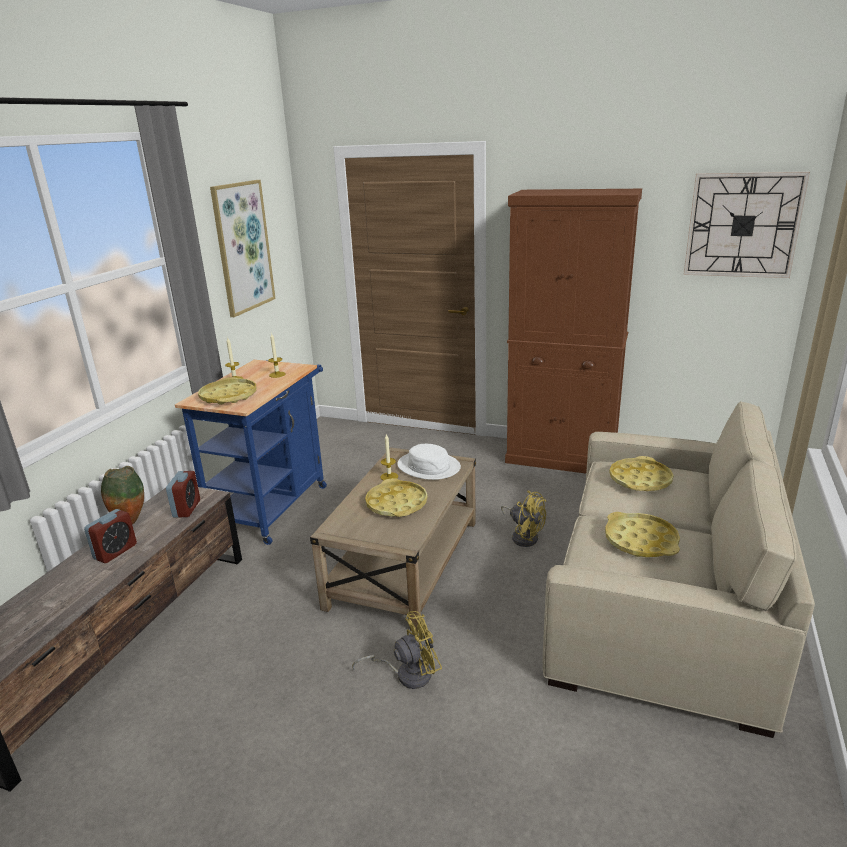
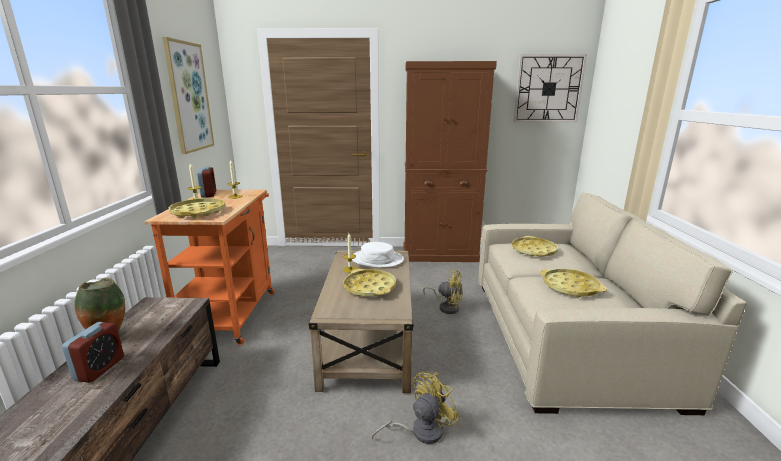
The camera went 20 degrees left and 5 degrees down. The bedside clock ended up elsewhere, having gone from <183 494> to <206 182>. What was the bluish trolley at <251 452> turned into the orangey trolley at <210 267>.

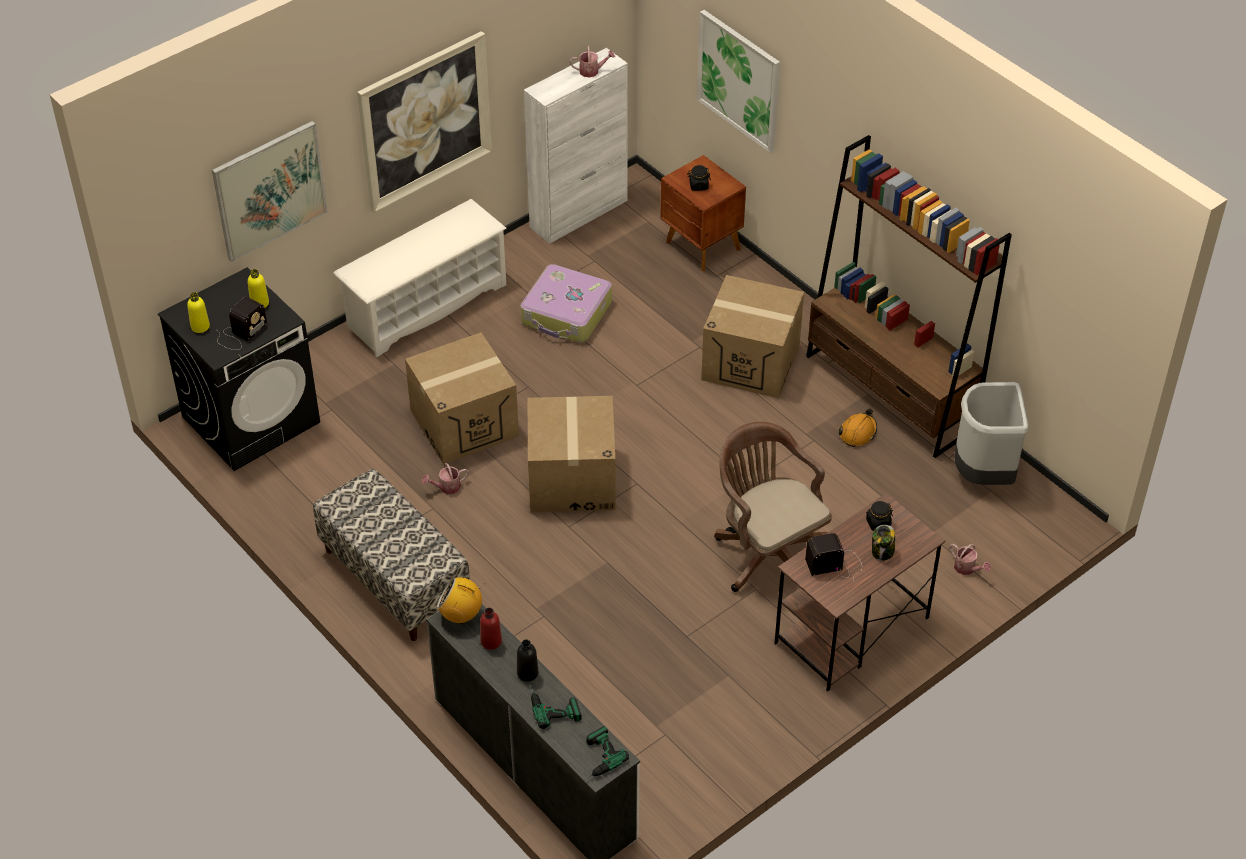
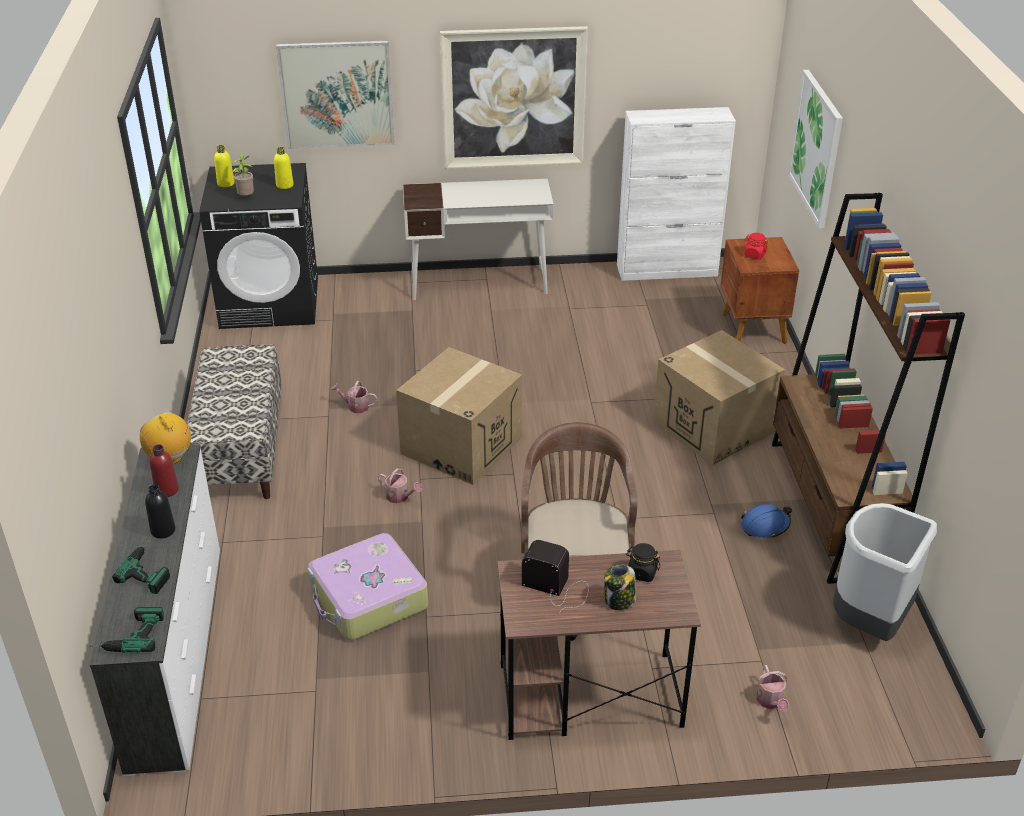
The camera went 35 degrees right and 10 degrees down. Where the radio receiver stood at <242 323>, the houseplant came to stand at <243 175>. Where the whitish shoe stand stood at <420 278>, the whitish desk table came to stand at <478 239>. The second view lost the carton at <462 398>. The travel case ended up elsewhere, having gone from <566 303> to <368 586>. The watering pot ended up elsewhere, having gone from <592 62> to <400 486>. What was the black-coloured jar at <699 178> turned into the reddish jar at <756 246>. What was the orangey safety helmet at <858 427> turned into the bluish safety helmet at <766 521>.

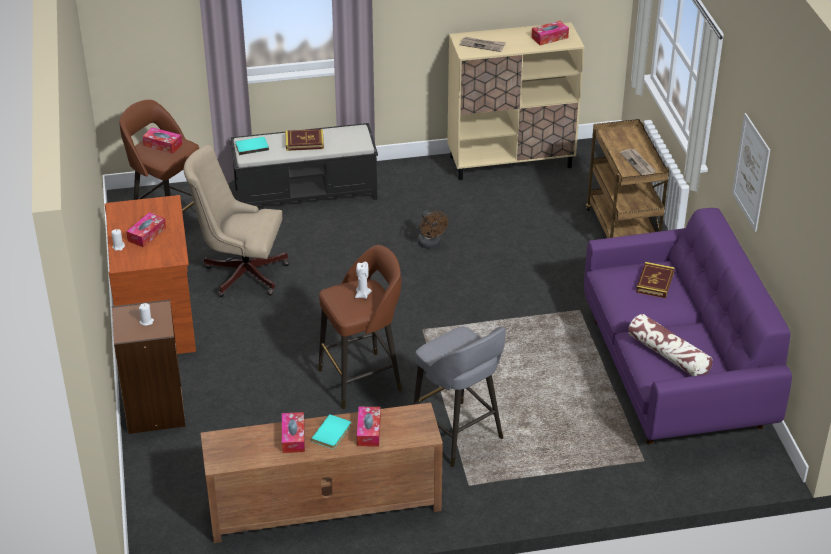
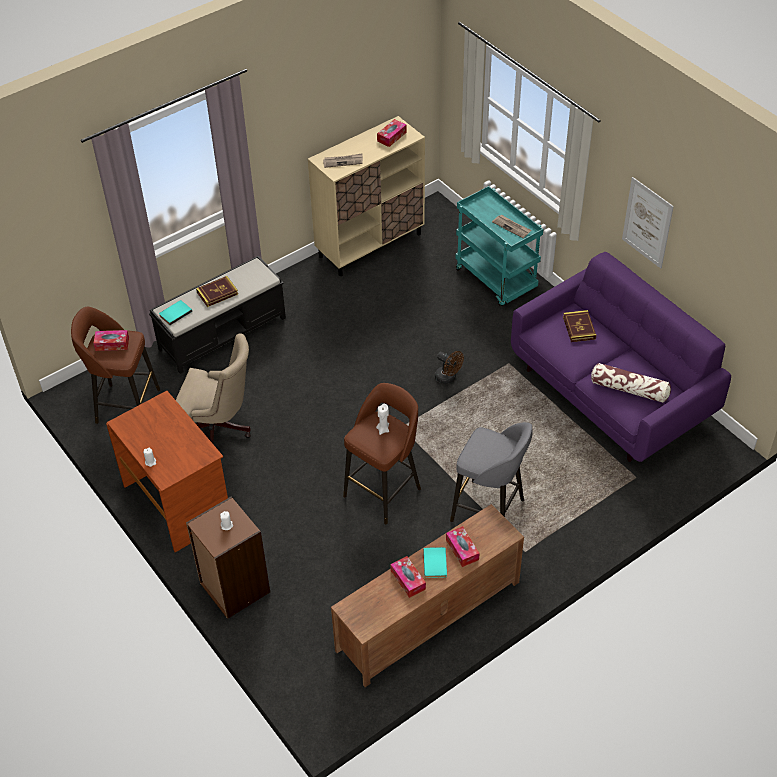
The camera went 25 degrees left and 10 degrees up. The second view lost the tissue box at <146 229>. The beige computer chair at <236 221> ended up facing another way, 150 degrees counterclockwise from before. The brownish electric fan ended up elsewhere, having gone from <433 229> to <449 367>. What was the brownish trolley at <627 178> turned into the turquoise trolley at <499 246>.

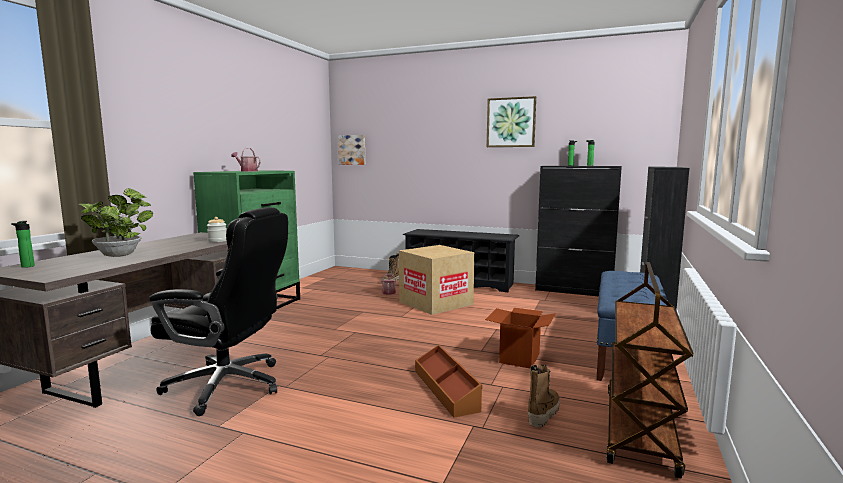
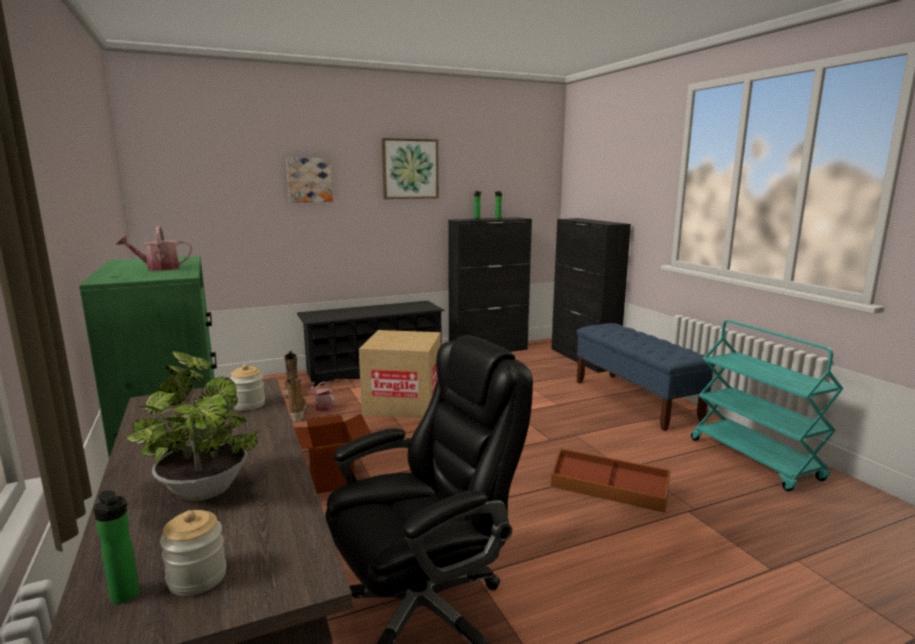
The camera went 45 degrees left and 5 degrees up. The picture ended up elsewhere, having gone from <351 150> to <309 180>. The carton ended up elsewhere, having gone from <520 338> to <332 454>. The tall boot ended up elsewhere, having gone from <543 396> to <296 400>. What was the brownish trolley at <649 370> turned into the turquoise trolley at <767 405>. The second view gained the jar at <193 553>.

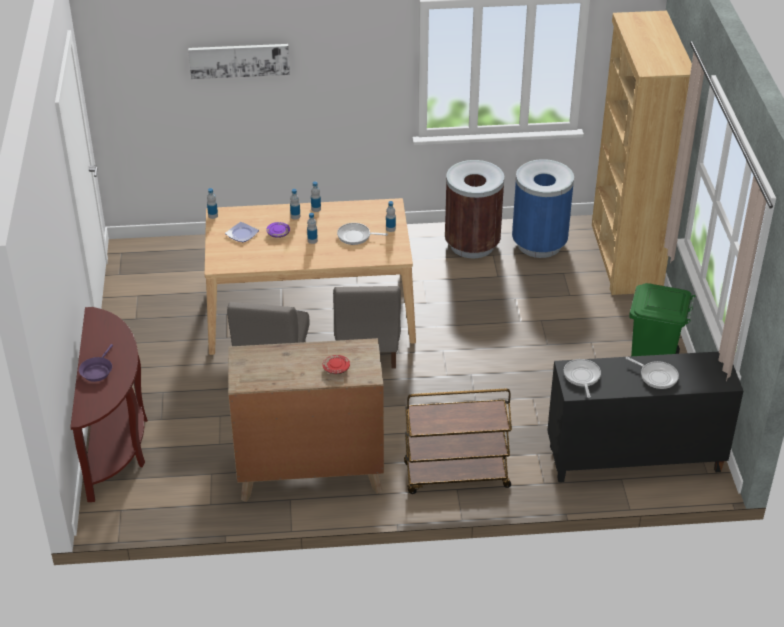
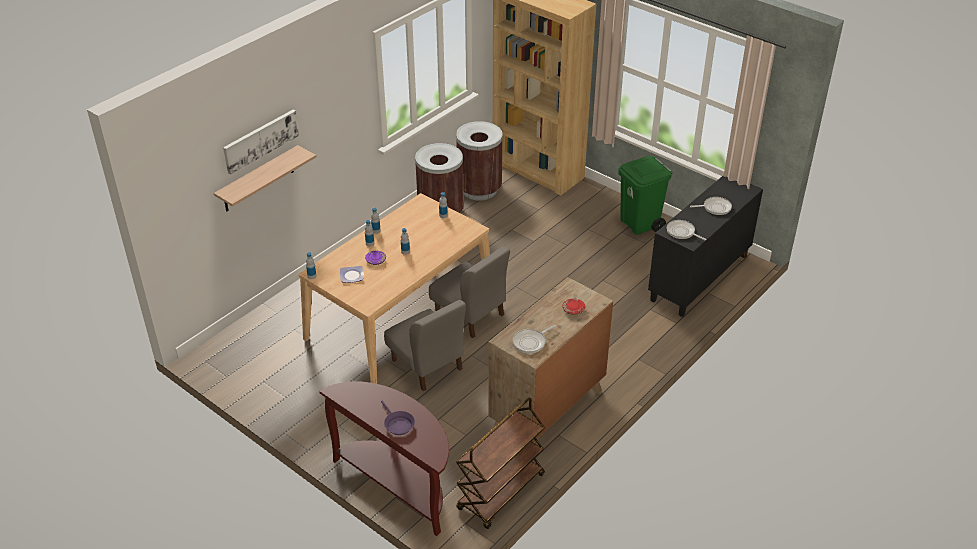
The camera went 45 degrees left and 0 degrees up. The pan ended up elsewhere, having gone from <362 234> to <534 339>. The brownish trolley ended up elsewhere, having gone from <458 441> to <500 463>. What was the bluish rubbish bin at <543 208> turned into the brownish rubbish bin at <479 161>. The second view gained the wall shelf at <265 178>.

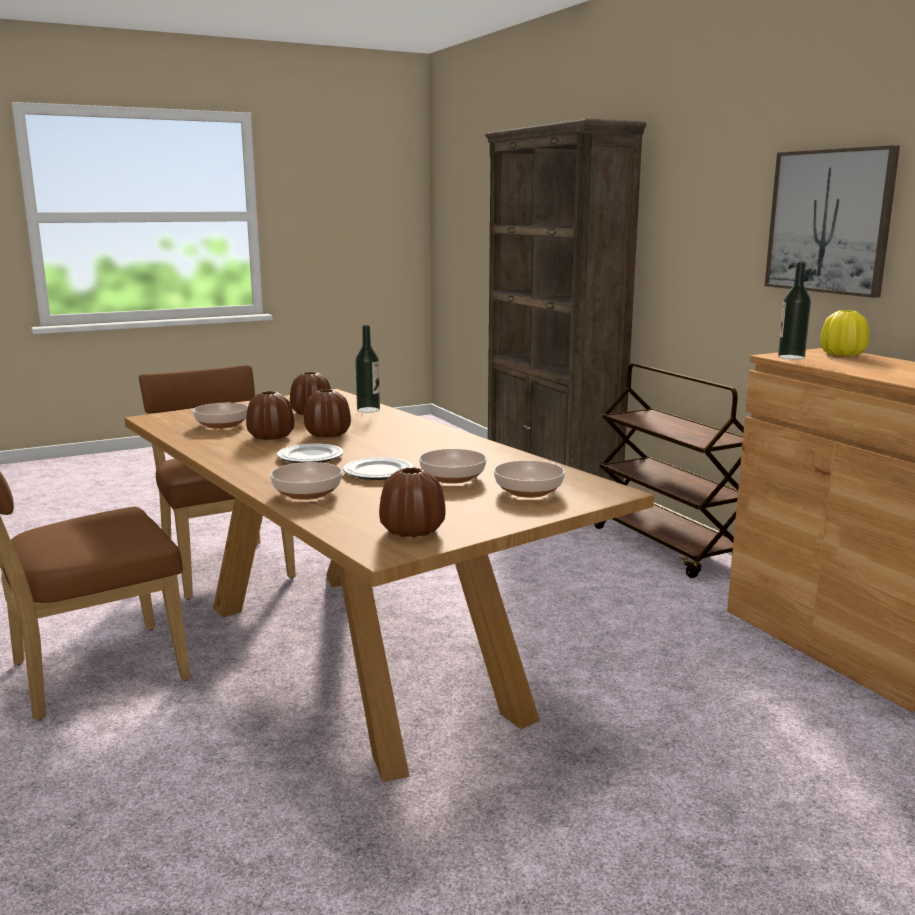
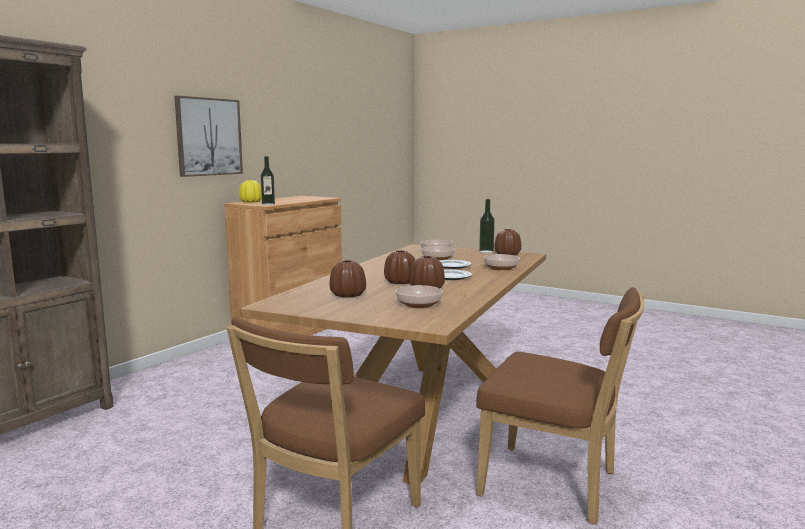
The camera went 120 degrees left and 5 degrees down. The bottle ended up elsewhere, having gone from <367 369> to <487 226>. The second view lost the brownish trolley at <669 470>.

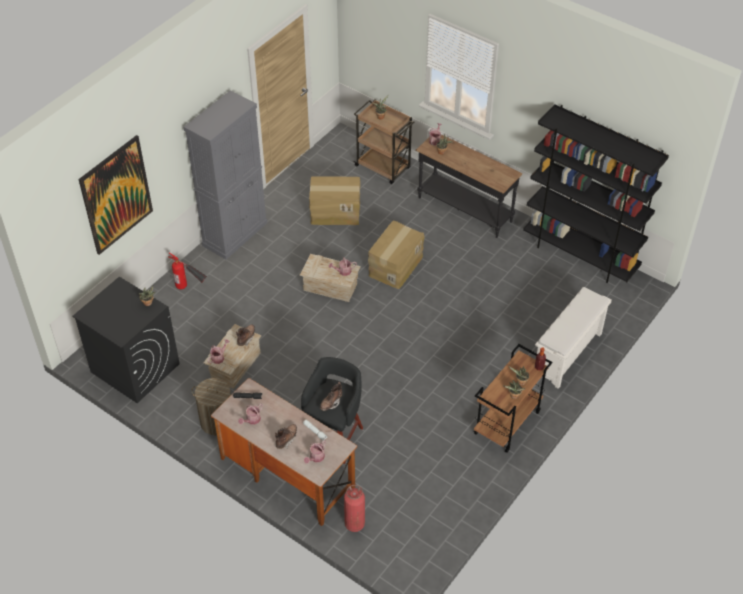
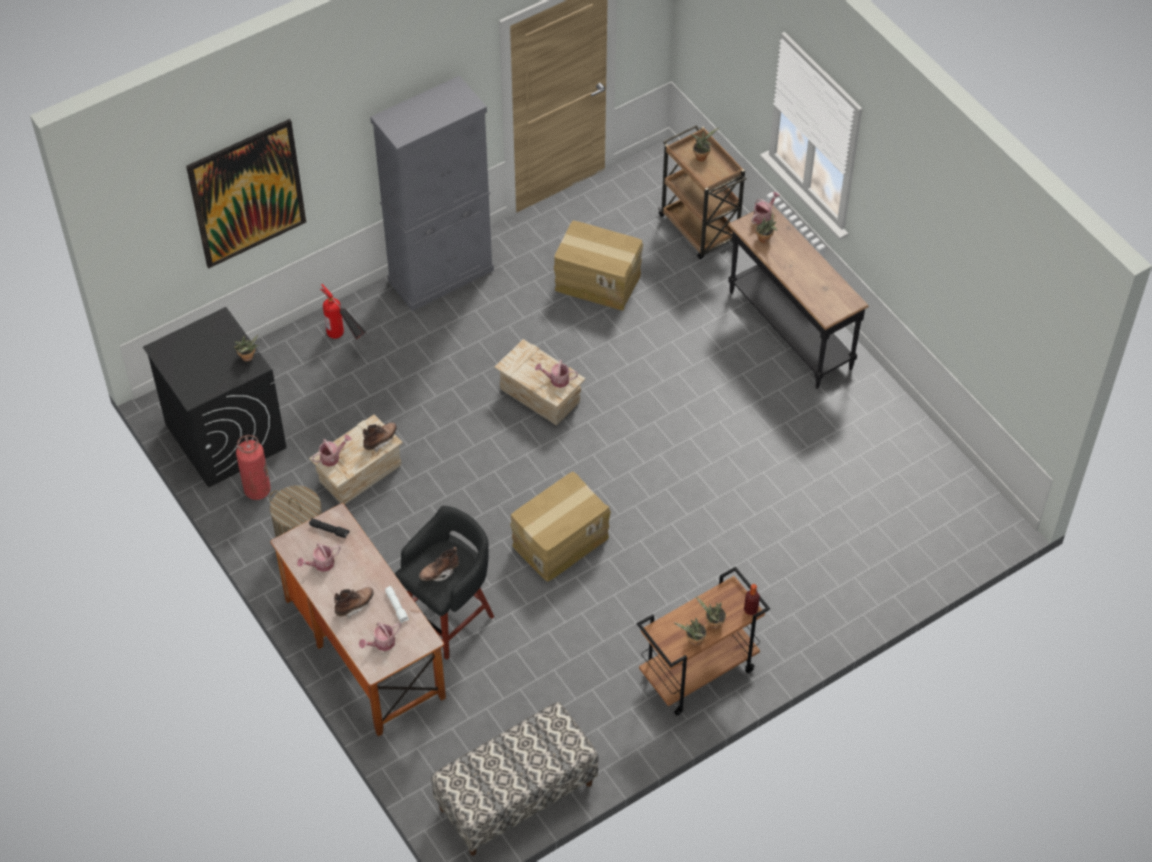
The camera went 20 degrees right and 5 degrees up. The extinguisher ended up elsewhere, having gone from <354 508> to <253 467>. The carton ended up elsewhere, having gone from <396 255> to <560 526>. The second view lost the black-coloured bookshelf at <596 193>. The second view lost the whitish shoe stand at <573 338>. The second view gained the long seat at <514 779>.

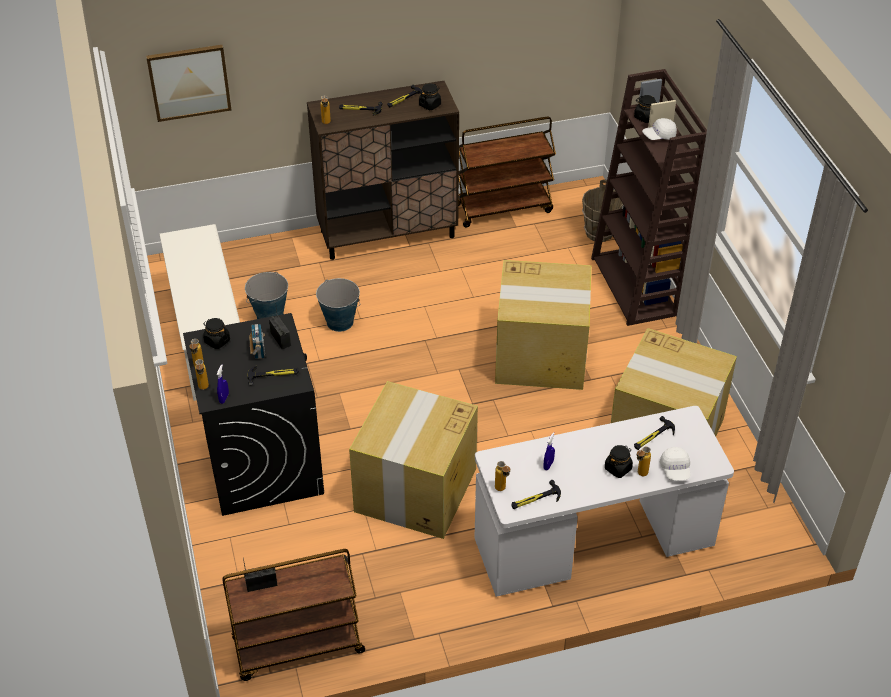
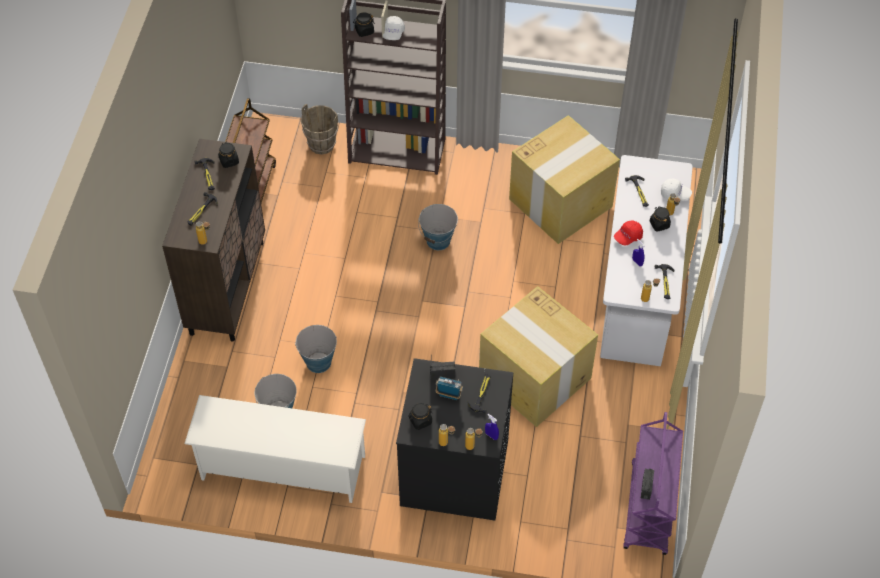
The camera went 65 degrees left and 10 degrees up. The second view lost the picture at <188 83>. What was the brownish trolley at <293 615> turned into the purple-coloured trolley at <653 483>. Where the carton stood at <543 325>, the water bucket came to stand at <438 227>. The second view gained the reddish cap at <628 233>.

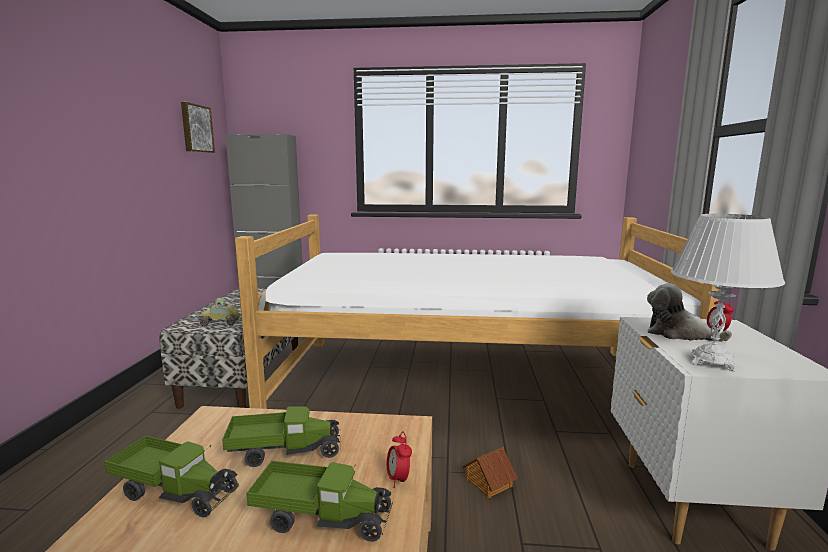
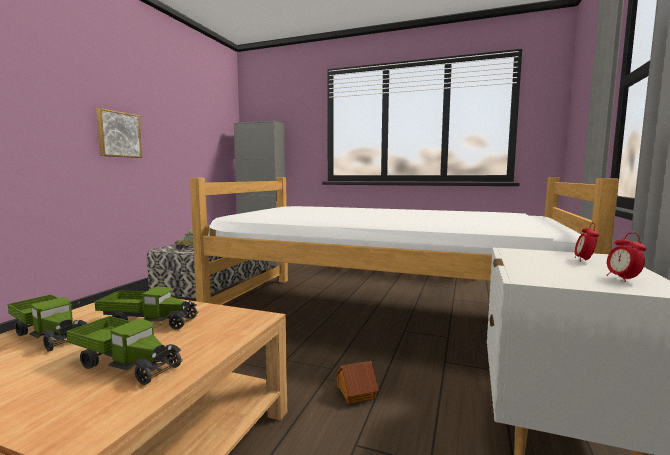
The camera went 15 degrees right and 5 degrees down. The picture ended up elsewhere, having gone from <198 127> to <119 133>. The bedside clock ended up elsewhere, having gone from <399 459> to <626 257>. The second view lost the plush toy at <689 312>. The second view lost the whitish lamp for a table at <728 293>.

